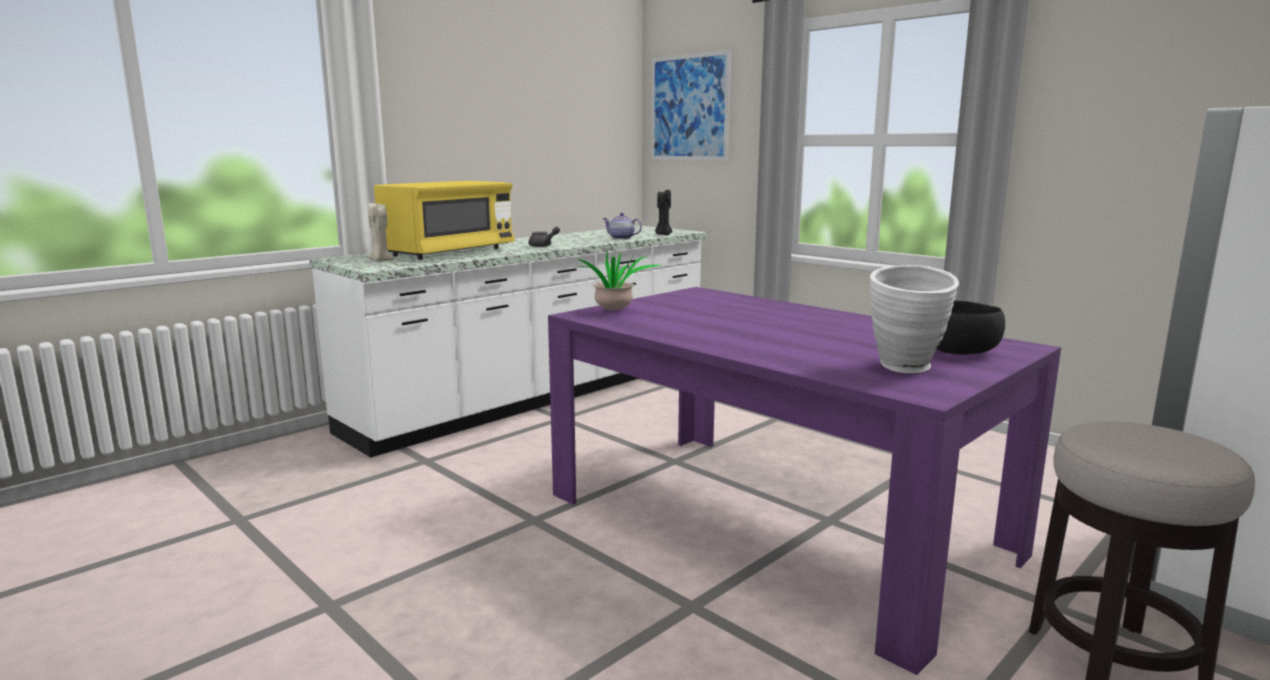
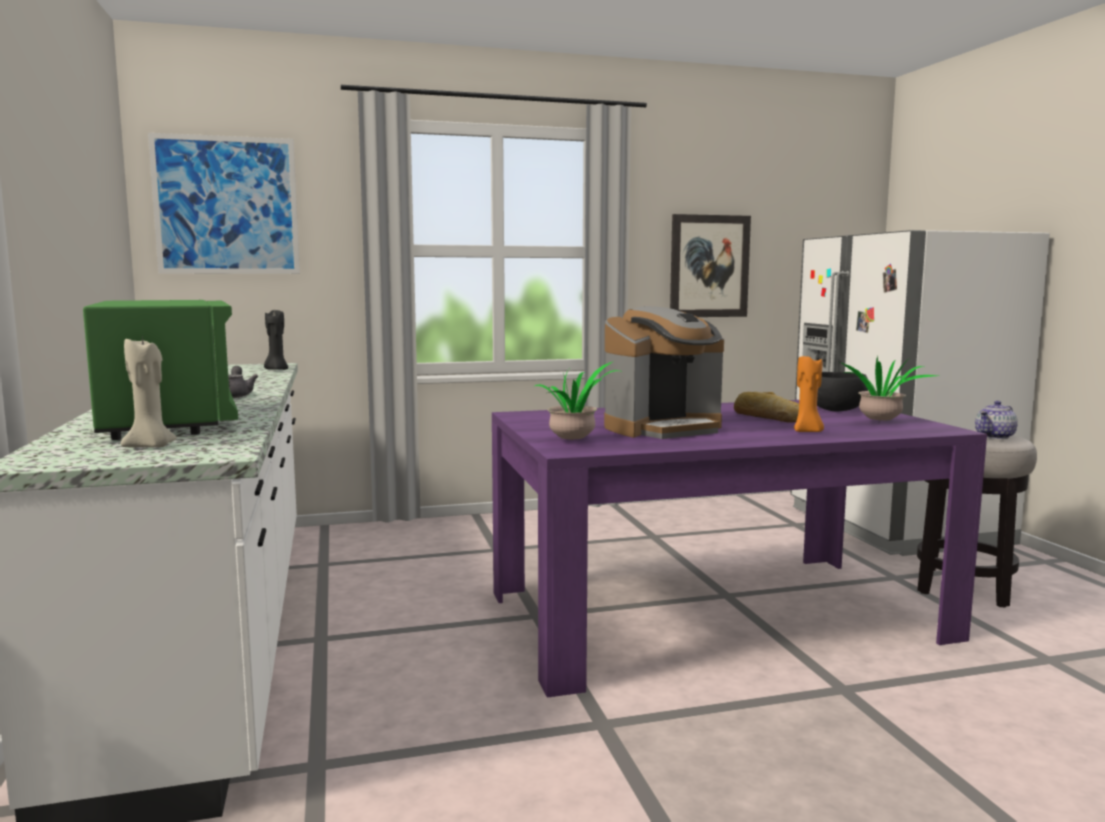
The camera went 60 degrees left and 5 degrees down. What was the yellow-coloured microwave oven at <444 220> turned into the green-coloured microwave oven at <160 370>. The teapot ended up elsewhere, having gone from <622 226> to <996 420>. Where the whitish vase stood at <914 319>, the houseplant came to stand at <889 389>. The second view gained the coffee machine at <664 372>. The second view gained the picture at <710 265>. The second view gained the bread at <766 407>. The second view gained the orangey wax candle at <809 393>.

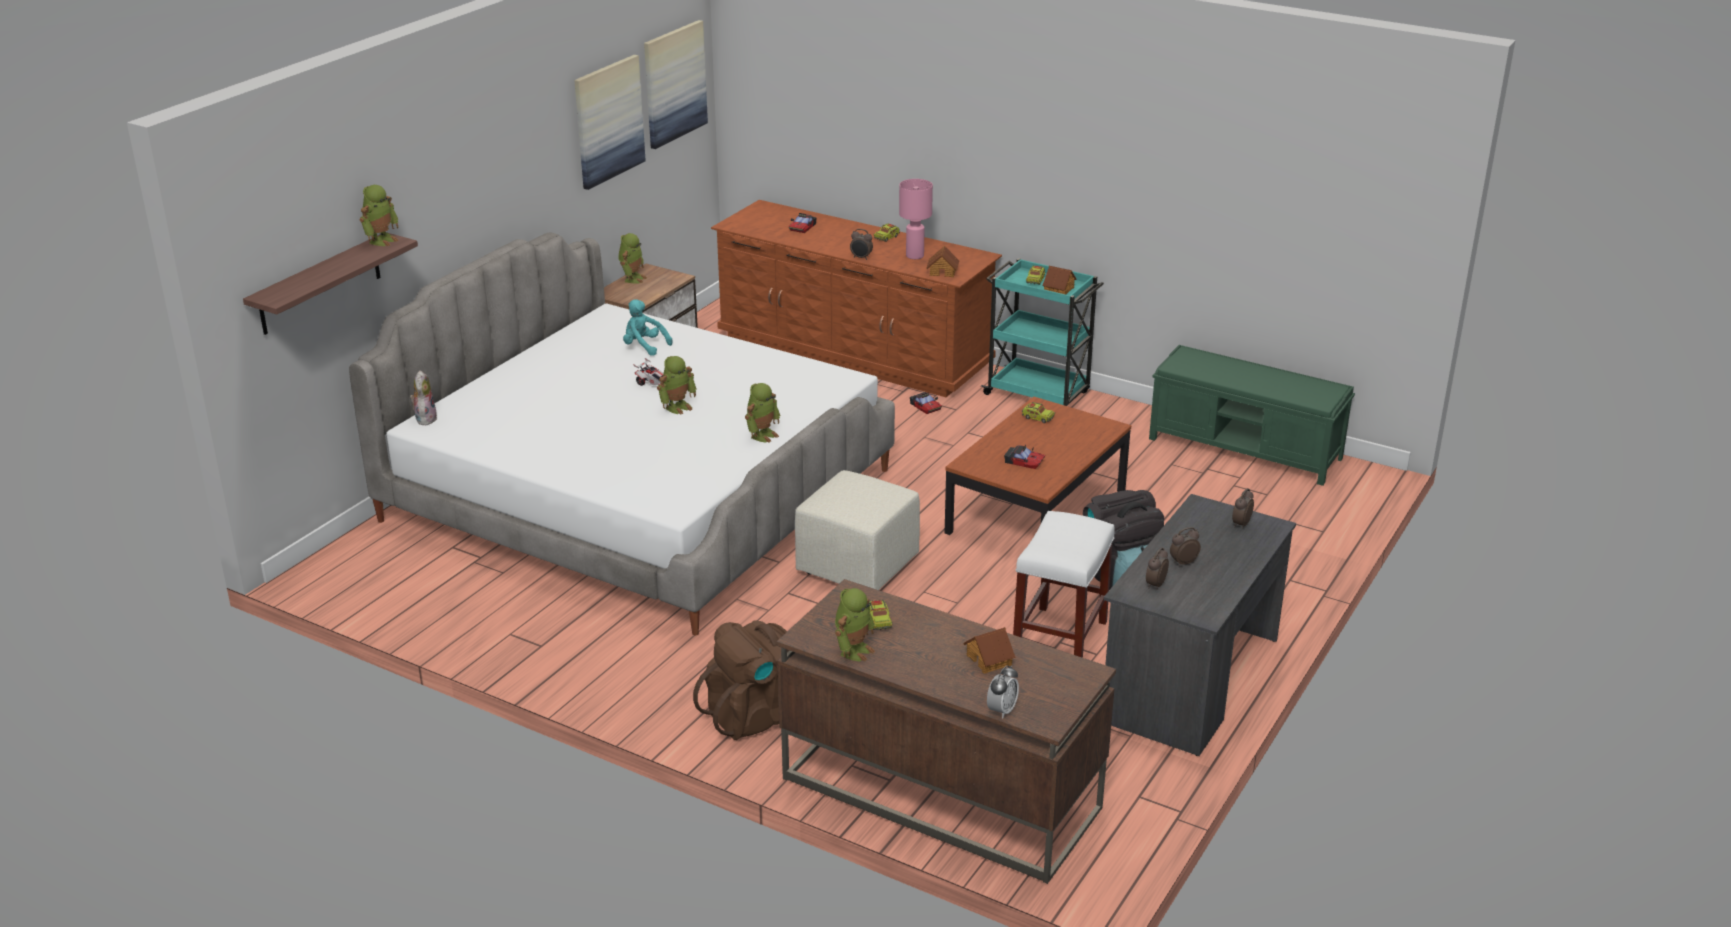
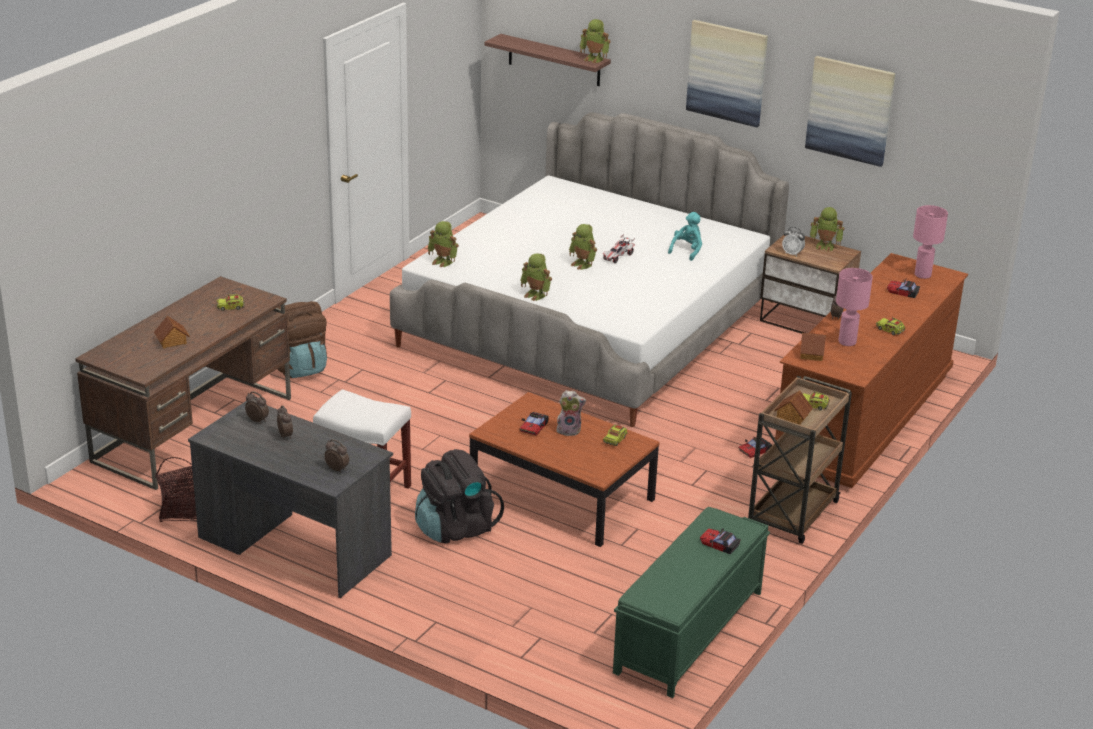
The camera went 90 degrees right and 0 degrees up. The plush toy ended up elsewhere, having gone from <423 397> to <571 413>. The picture ended up elsewhere, having gone from <676 84> to <727 73>. The second view lost the beige ottoman at <857 530>. The robot figure ended up elsewhere, having gone from <855 625> to <443 244>. What was the turquoise trolley at <1042 332> turned into the brownish trolley at <800 460>. The bedside clock ended up elsewhere, having gone from <1003 691> to <793 242>. The second view gained the basket at <176 489>. The second view gained the miniature car at <720 541>. The second view gained the pink-coloured lamp for a table at <930 242>.

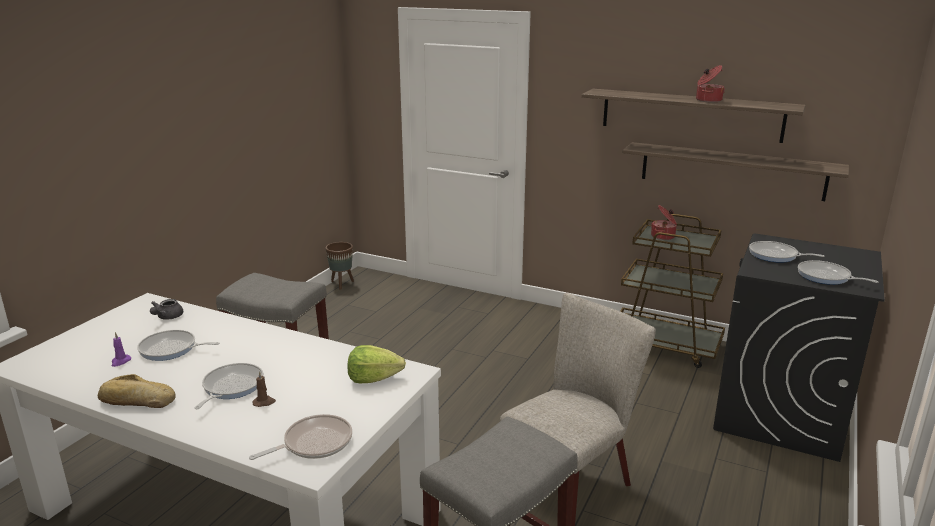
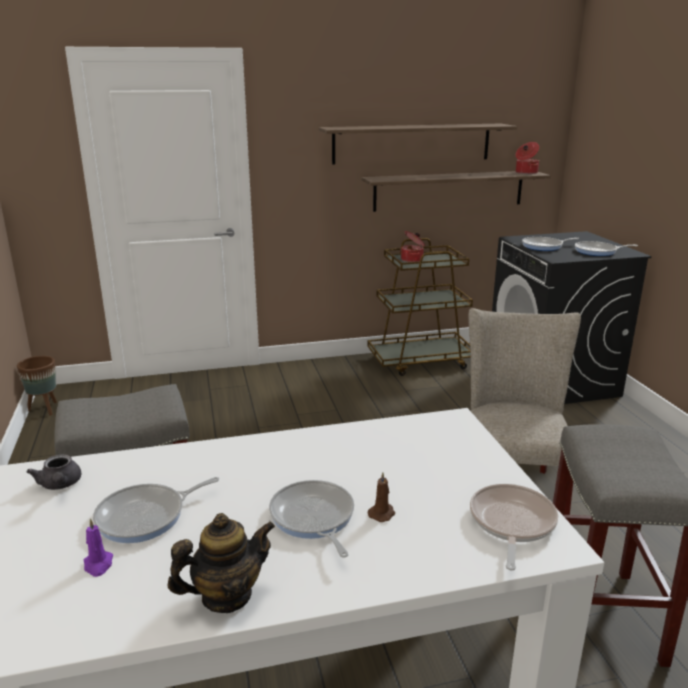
The camera went 40 degrees left and 0 degrees up. Where the bread stood at <137 391>, the teapot came to stand at <221 563>. The second view lost the lettuce at <376 364>. The cooking pot ended up elsewhere, having gone from <710 84> to <527 158>.

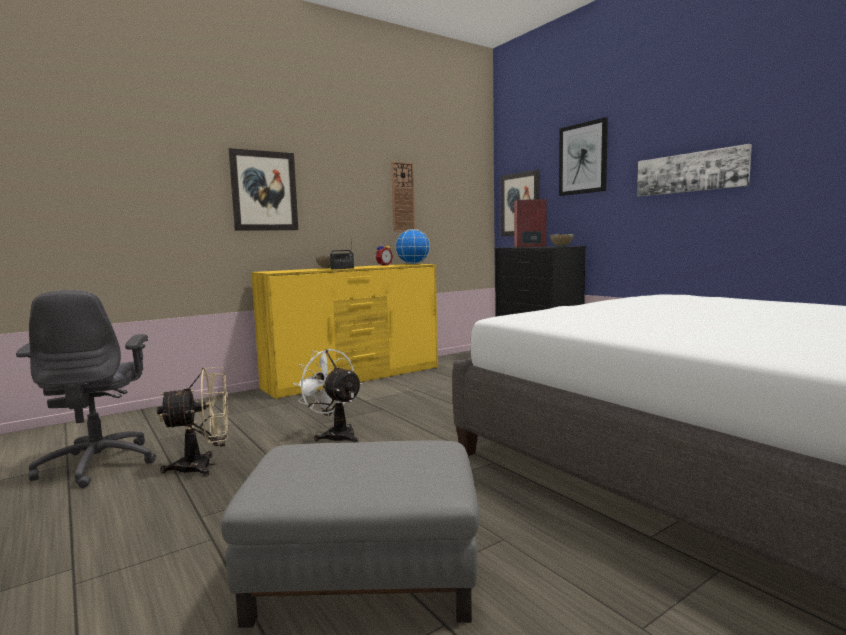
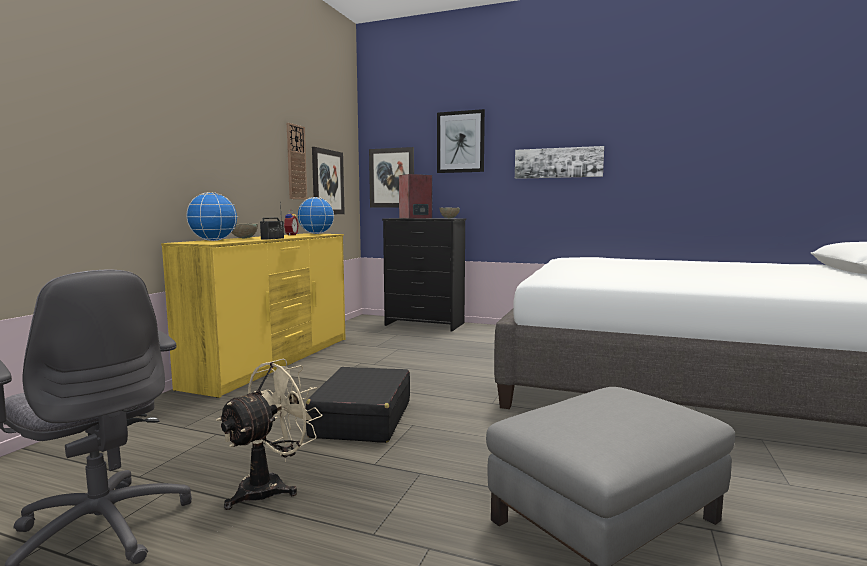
The camera went 35 degrees left and 0 degrees up. The picture ended up elsewhere, having gone from <263 189> to <328 180>. Where the whitish electric fan stood at <327 395>, the black-coloured travel case came to stand at <358 405>. The second view gained the globe at <212 216>.

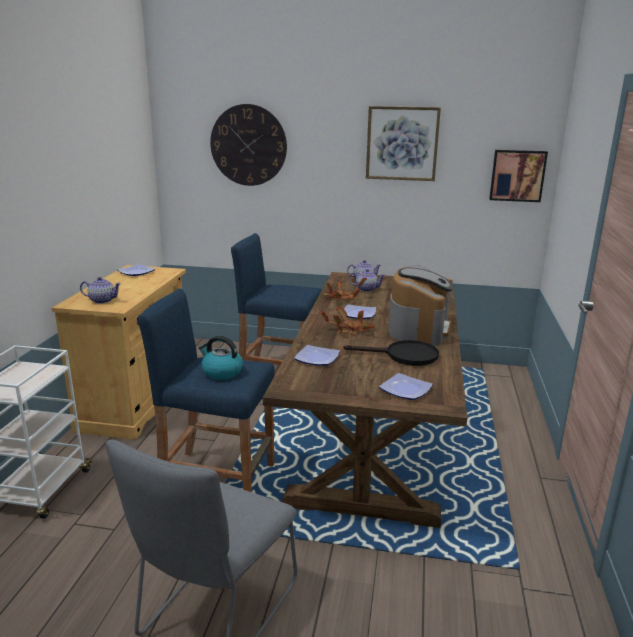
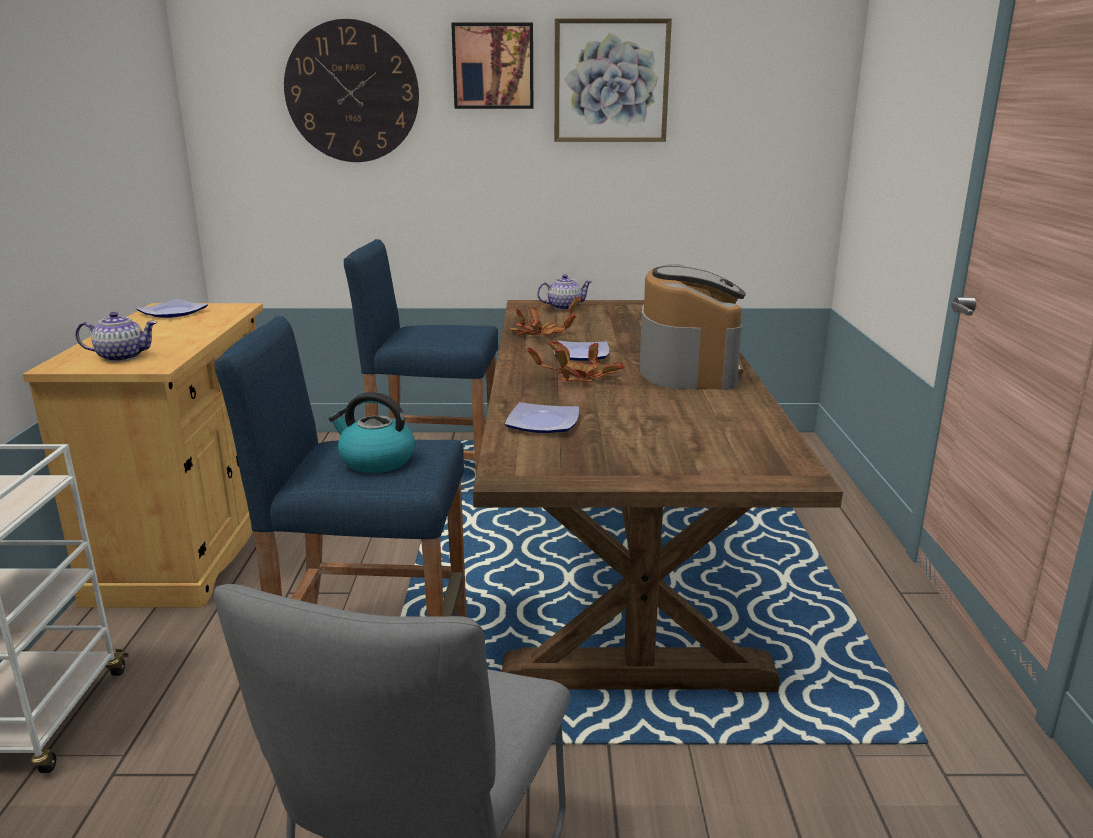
The camera went 10 degrees left and 0 degrees up. The second view lost the black-coloured pan at <391 353>. The second view lost the teapot at <367 280>. The second view lost the plate at <406 386>. The picture ended up elsewhere, having gone from <518 176> to <492 66>.

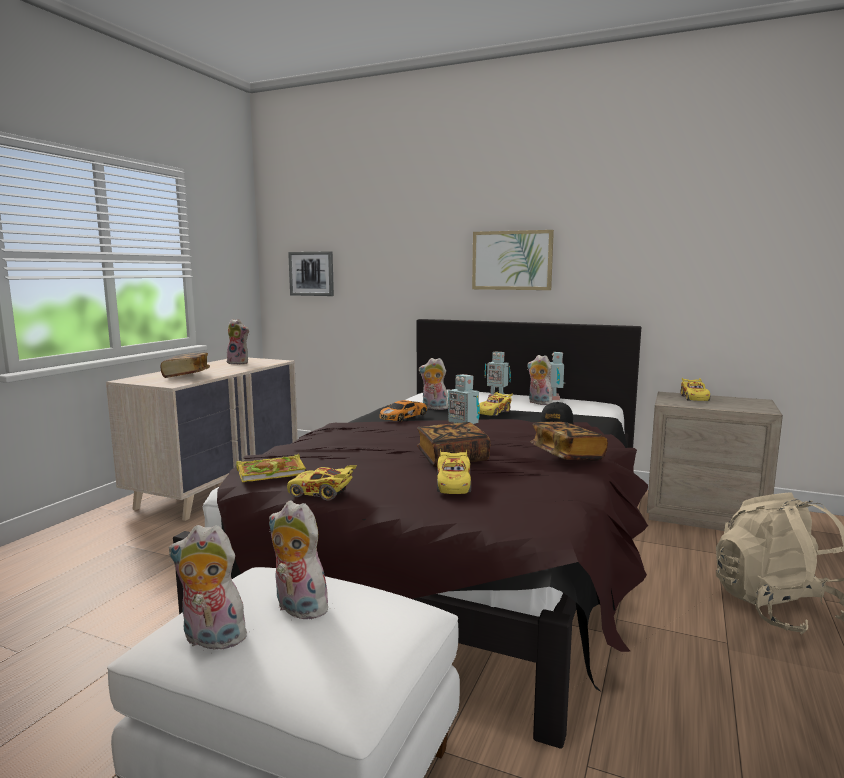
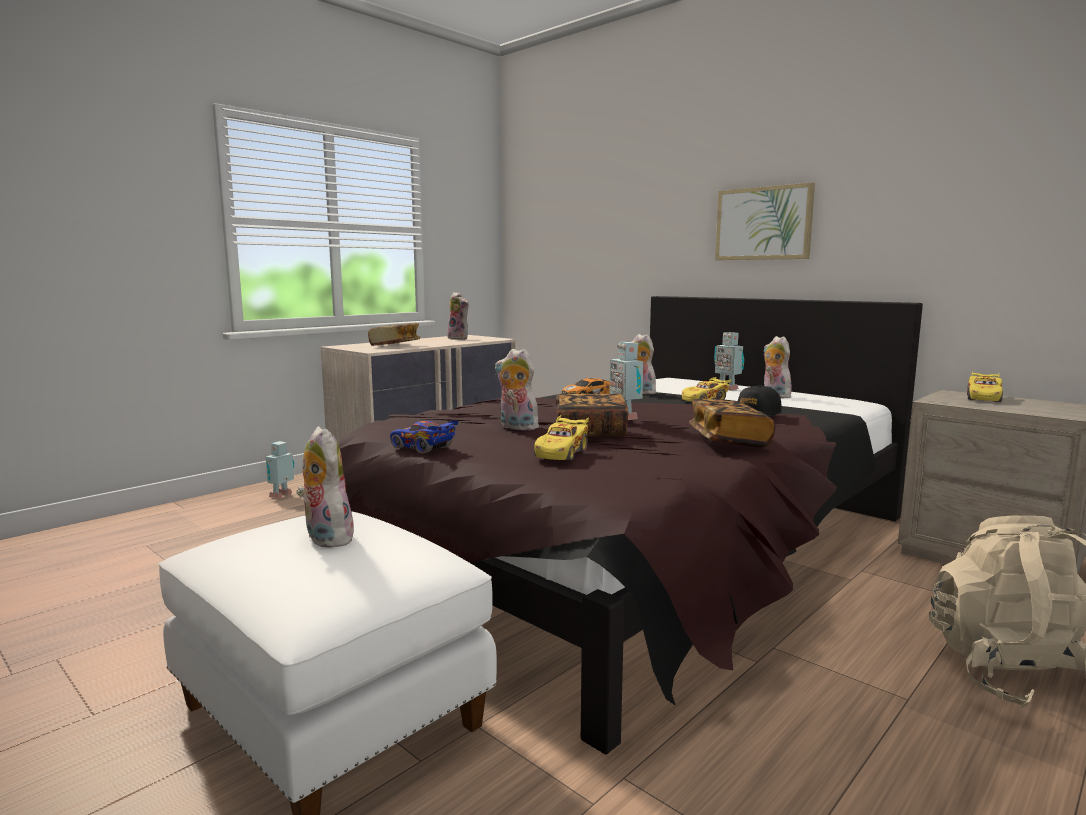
The camera went 20 degrees right and 0 degrees up. The plush toy ended up elsewhere, having gone from <208 587> to <517 390>. The second view lost the bound book at <271 468>. What was the yellow-coloured miniature car at <322 483> turned into the bluish miniature car at <424 437>. The second view lost the picture at <311 273>. The robot figure ended up elsewhere, having gone from <557 376> to <280 469>.

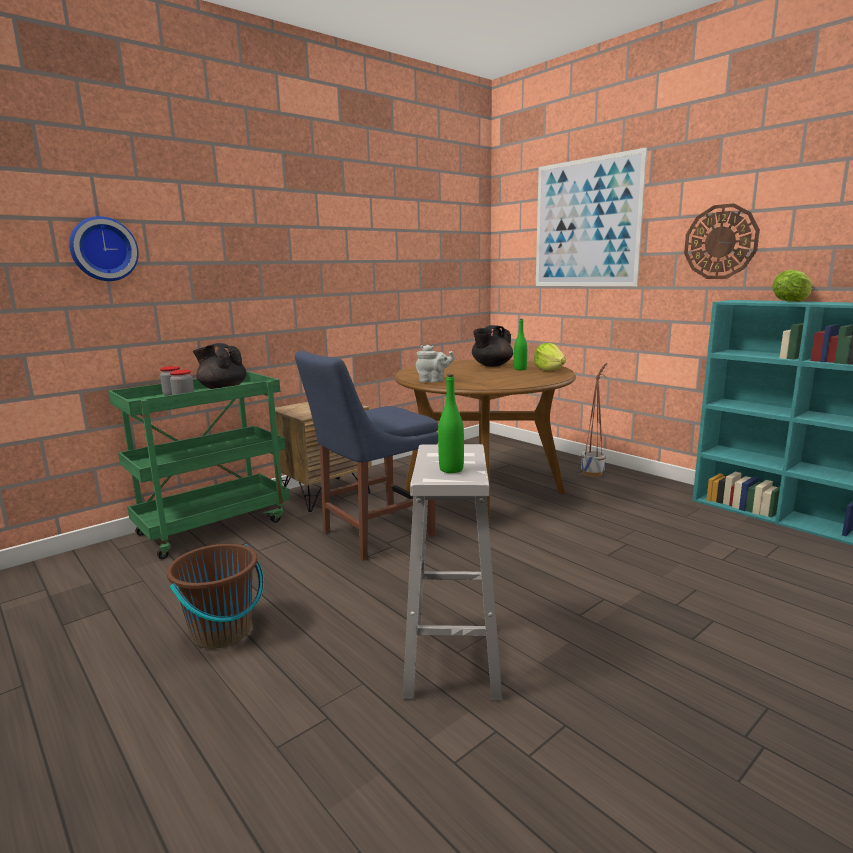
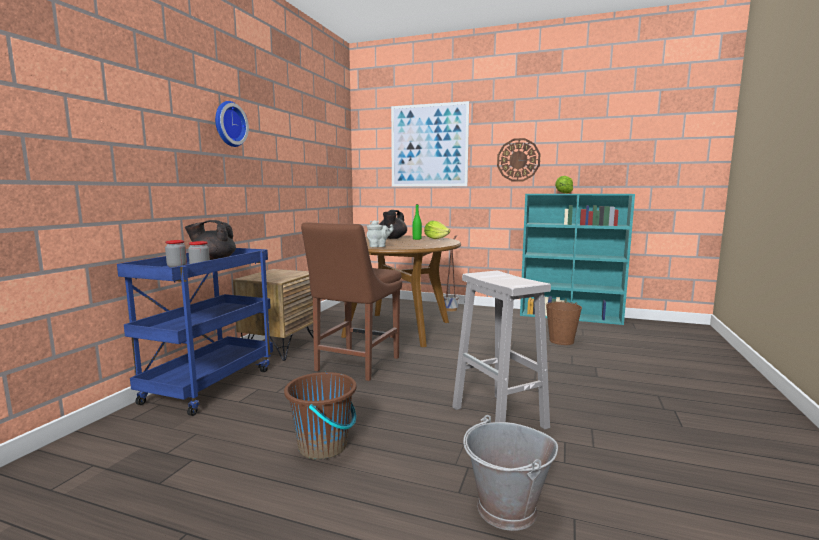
The camera went 30 degrees left and 5 degrees down. The clock on the wall ended up elsewhere, having gone from <104 248> to <232 124>. What was the green-coloured trolley at <199 465> turned into the bluish trolley at <195 332>. What was the bluish upright chair at <366 456> turned into the brownish upright chair at <351 301>. The second view lost the green-coloured bottle at <451 423>. The second view gained the grey water bucket at <510 473>. The second view gained the brownish water bucket at <564 323>.

